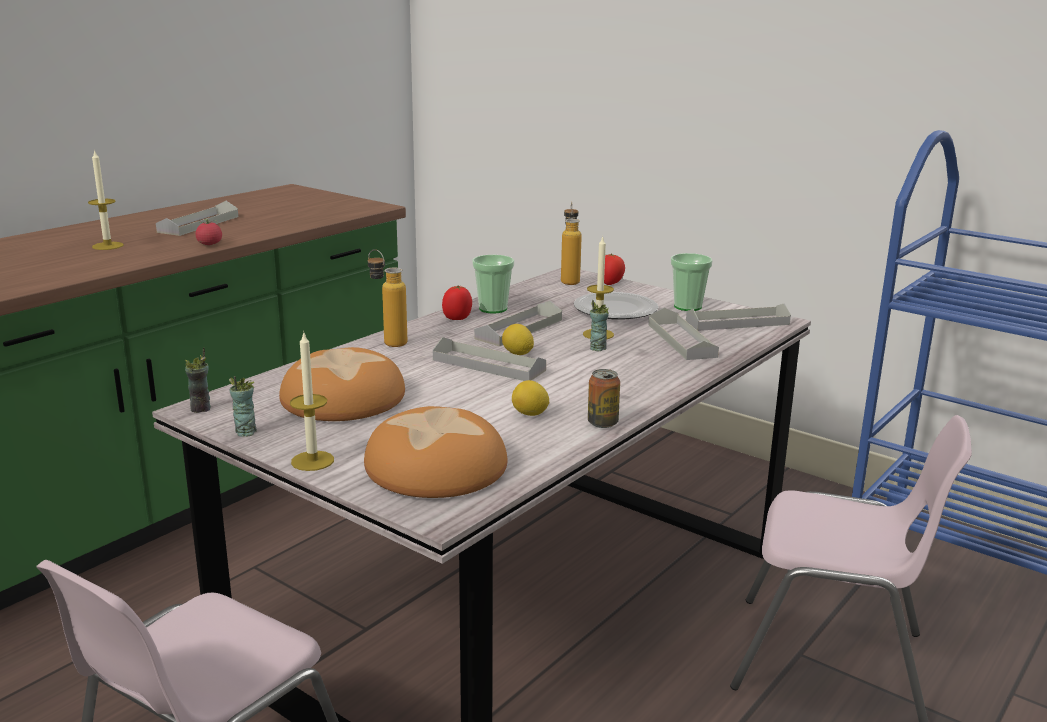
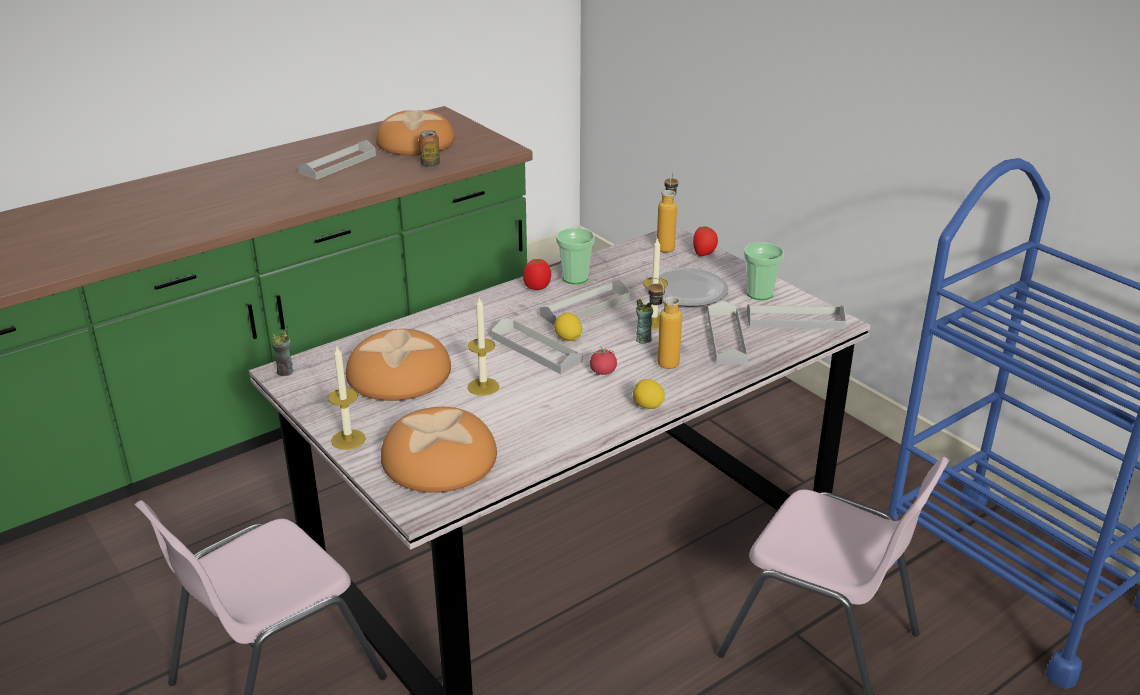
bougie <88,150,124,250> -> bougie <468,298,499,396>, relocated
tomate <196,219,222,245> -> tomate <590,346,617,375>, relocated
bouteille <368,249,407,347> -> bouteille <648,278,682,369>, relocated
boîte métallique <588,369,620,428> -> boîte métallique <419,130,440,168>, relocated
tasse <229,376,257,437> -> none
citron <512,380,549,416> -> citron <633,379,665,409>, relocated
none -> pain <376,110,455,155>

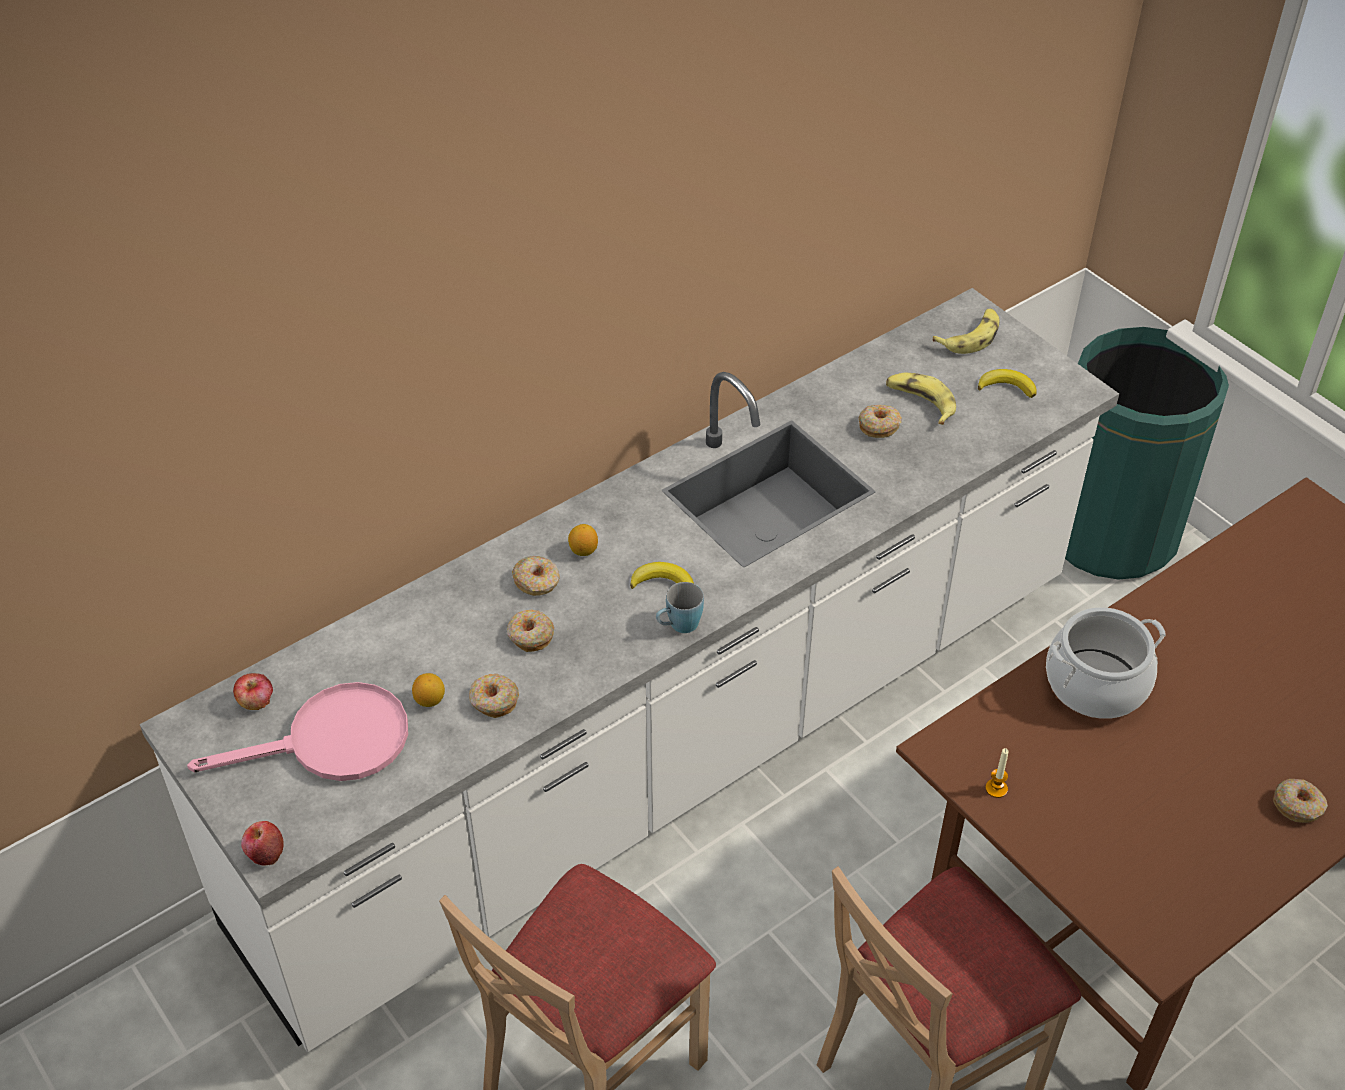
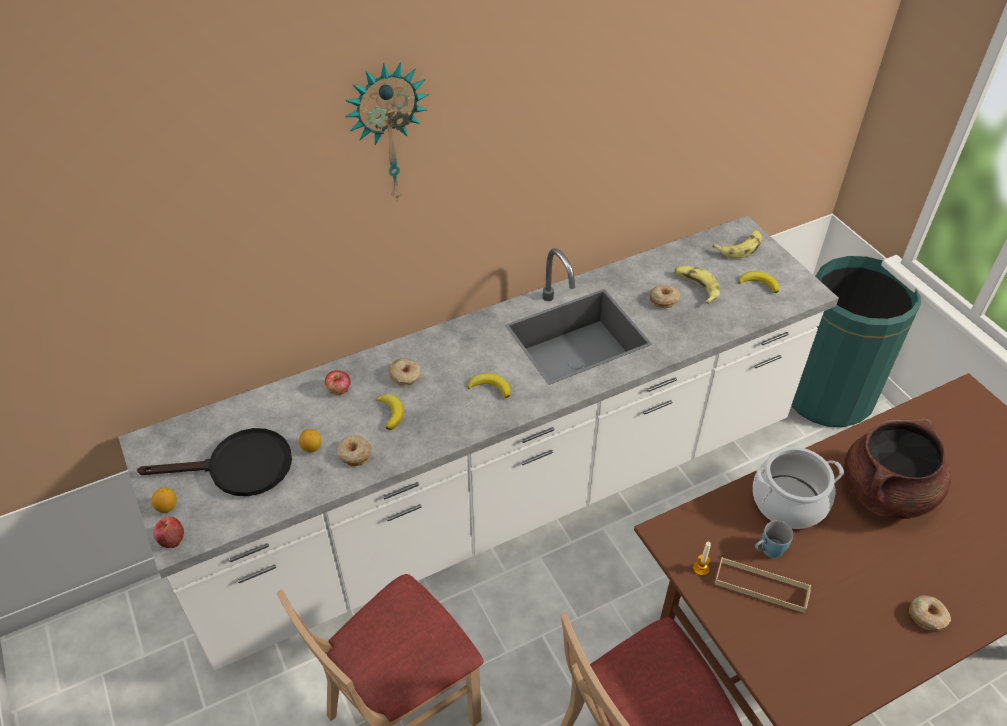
citron <568,524,598,556> -> citron <151,488,177,513>, relocated
mug (bleu) <656,582,704,633> -> mug (bleu) <755,521,793,558>, relocated
beignet <507,610,554,652> -> banane <376,394,404,430>
pomme <233,673,273,710> -> pomme <325,370,351,395>, relocated
poêle (rose) <187,682,408,781> -> poêle (noir) <137,428,292,496>
none -> horloge murale <345,62,429,202>
none -> marmite (marron) <844,418,951,519>
none -> plateau (beige) <715,557,811,613>

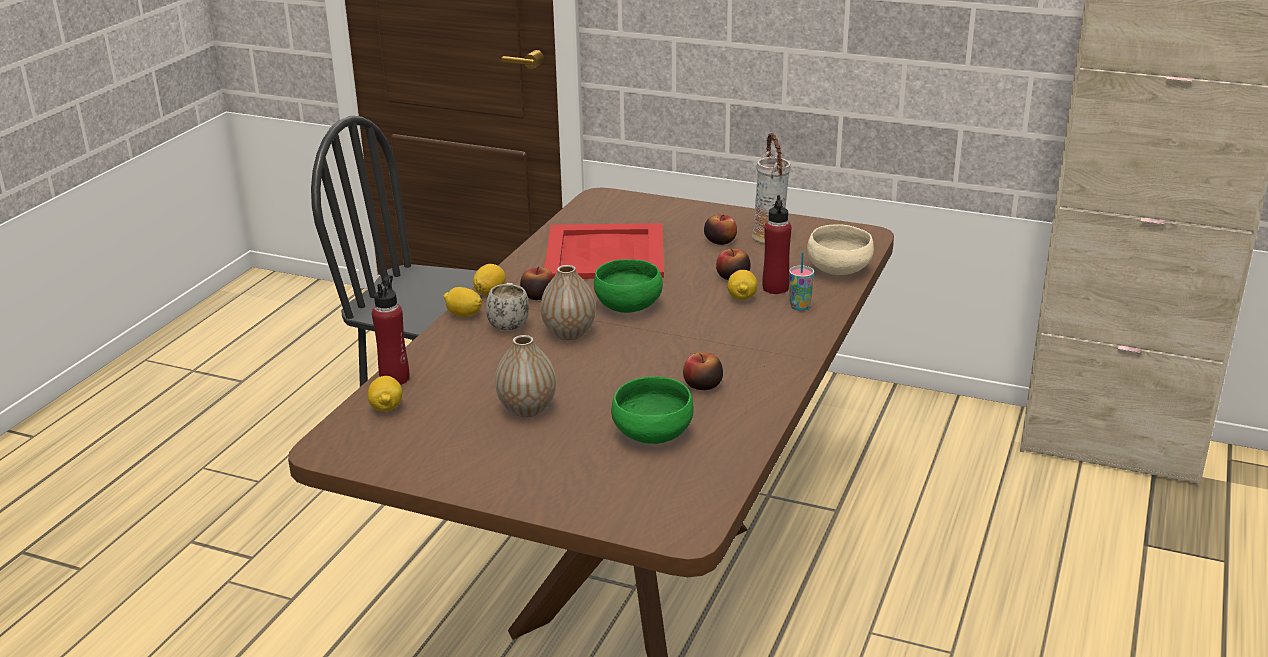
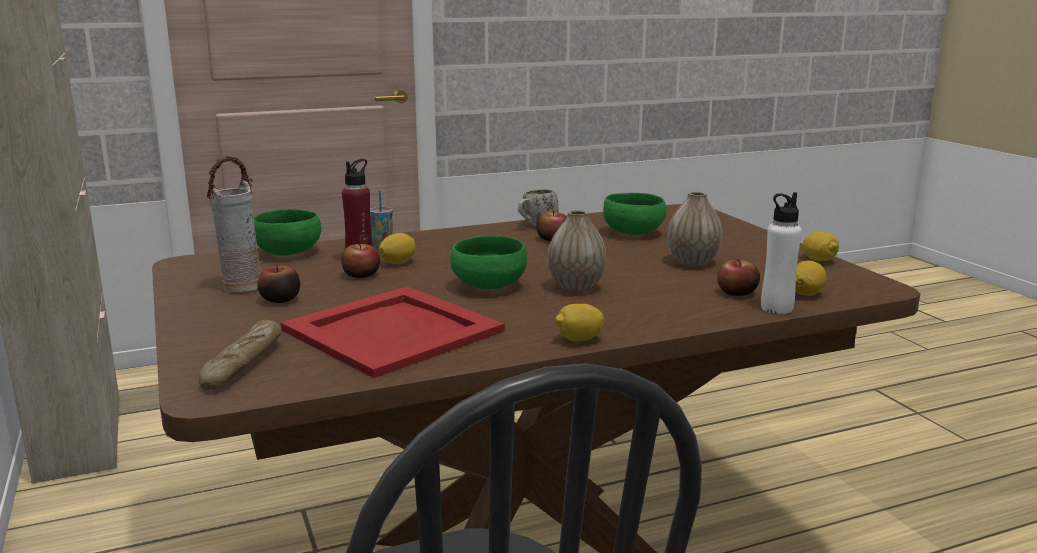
bol (beige) <807,225,874,275> -> bol (vert) <254,209,321,256>
pomme <520,267,554,300> -> pomme <718,259,760,296>, relocated
bouteille (rouge) <372,275,410,385> -> bouteille (blanc) <761,192,802,314>
mug (blanc) <486,283,529,331> -> mug (blanc) <518,189,559,226>, relocated
citron <443,287,482,317> -> citron <802,231,839,261>, relocated
none -> pain <199,320,282,390>

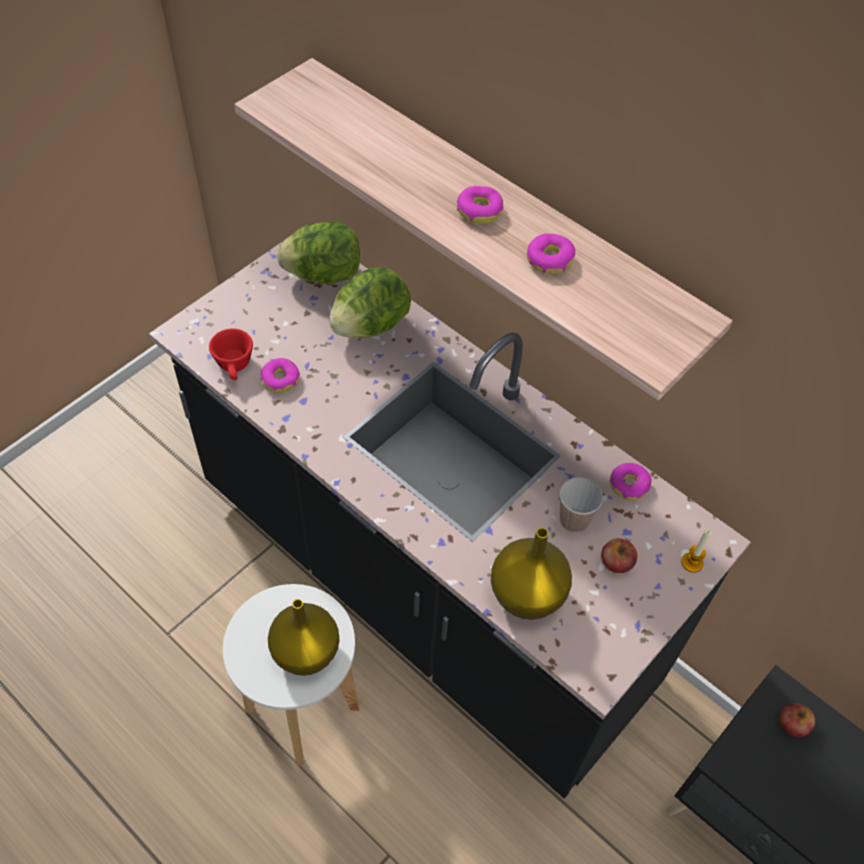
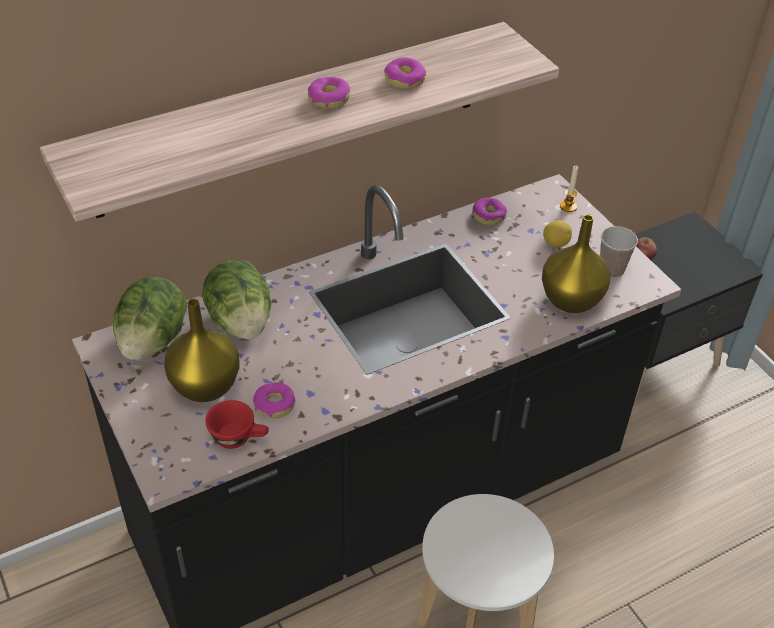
tasse <560,477,603,533> -> tasse <600,226,638,278>, relocated
pomme <601,538,637,573> -> citron <543,220,572,247>
vase (jaune) <268,599,339,676> -> vase (jaune) <164,299,239,402>, relocated

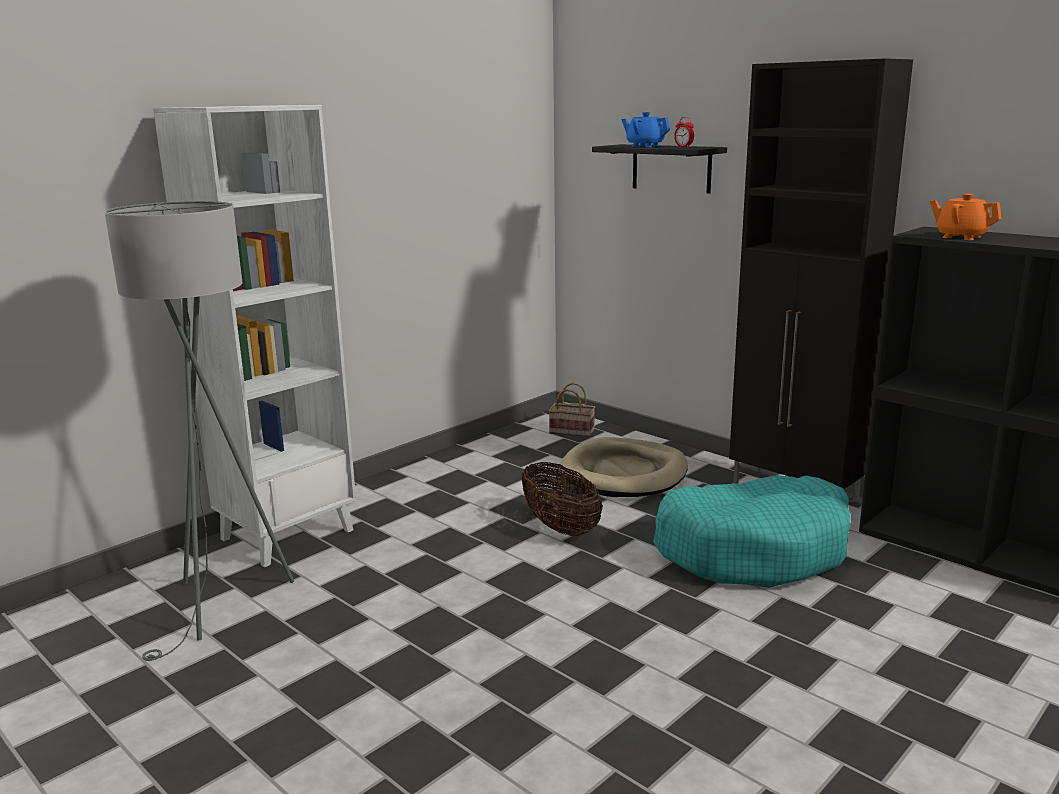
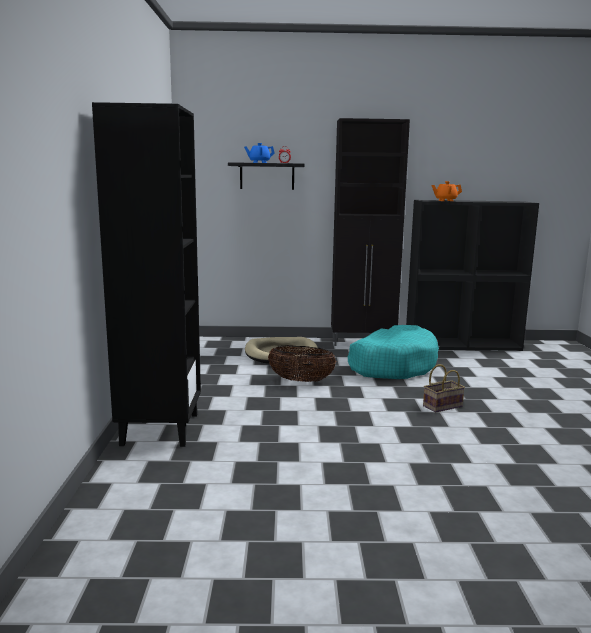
bibliothèque (blanc) <153,105,356,567> -> bibliothèque (noir) <92,102,201,447>
lampadaire (gris) <104,201,294,661> -> none
panier <548,382,595,437> -> panier <423,364,465,413>, relocated

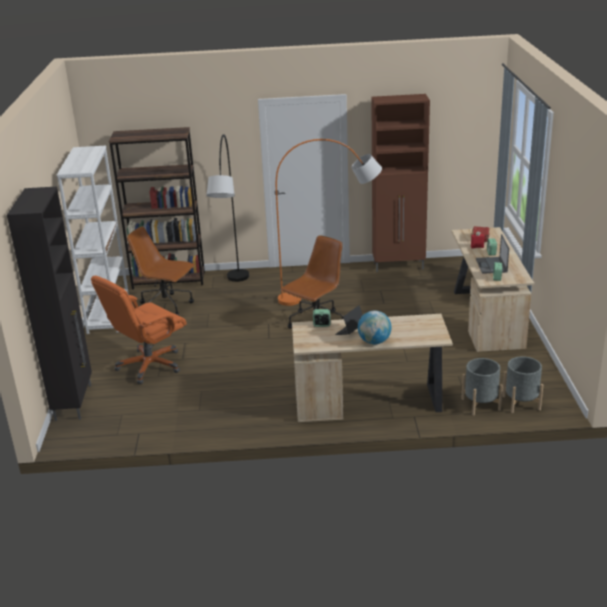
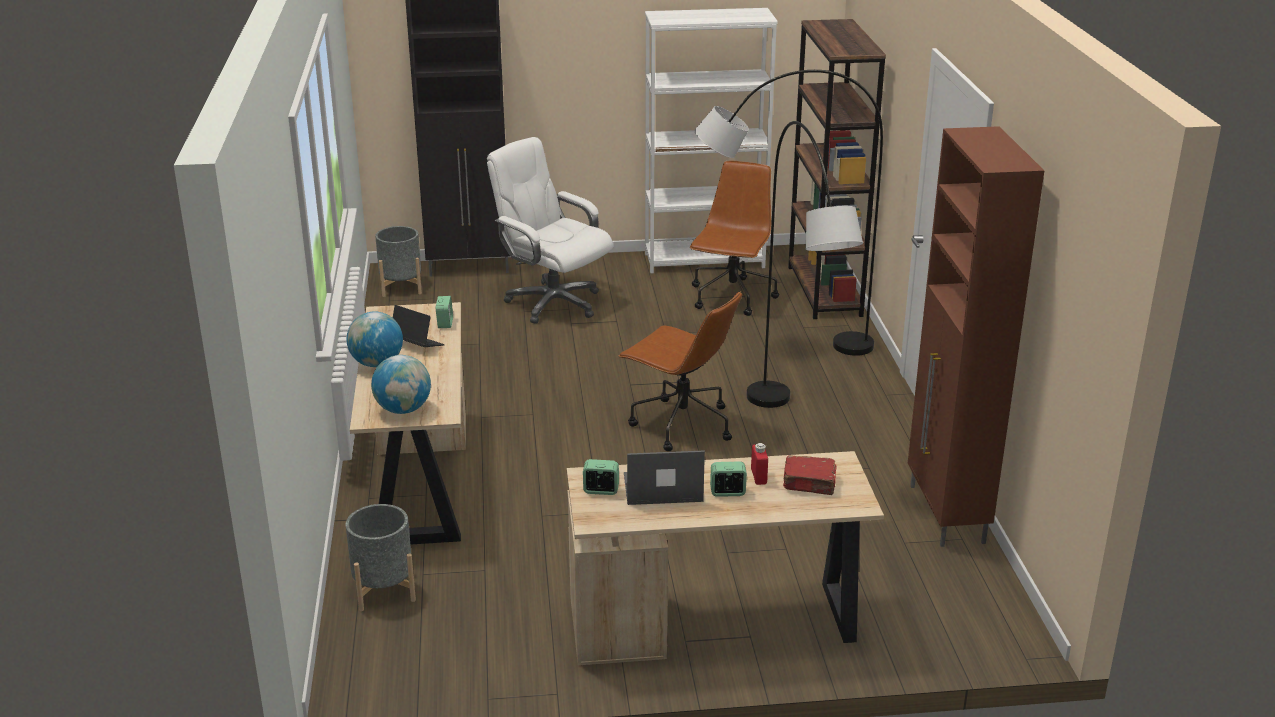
lampadaire (orange) <276,139,382,306> -> lampadaire (gris) <747,121,863,408>
chaise de bureau (orange) <91,276,187,384> -> chaise de bureau (blanc) <487,137,613,324>
cache-pot (gris) <502,356,543,413> -> cache-pot (gris) <375,226,422,297>, relocated
none -> globe <371,355,431,414>

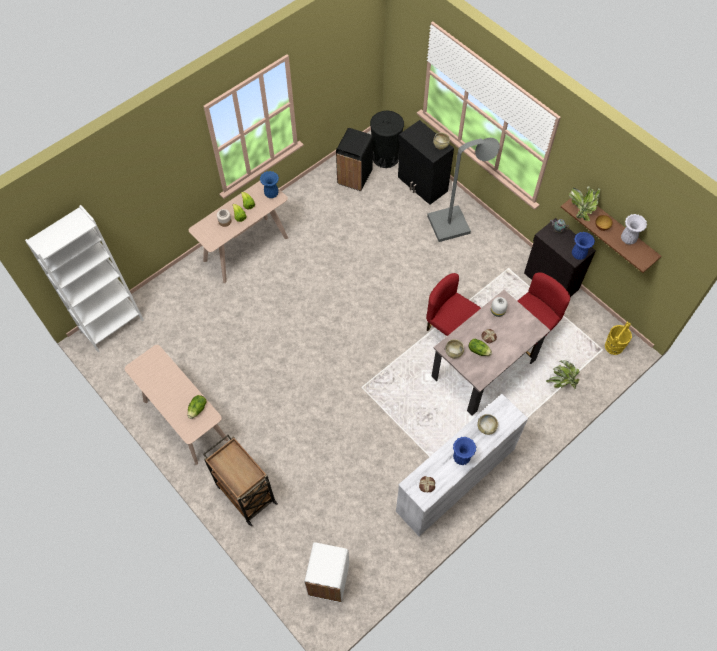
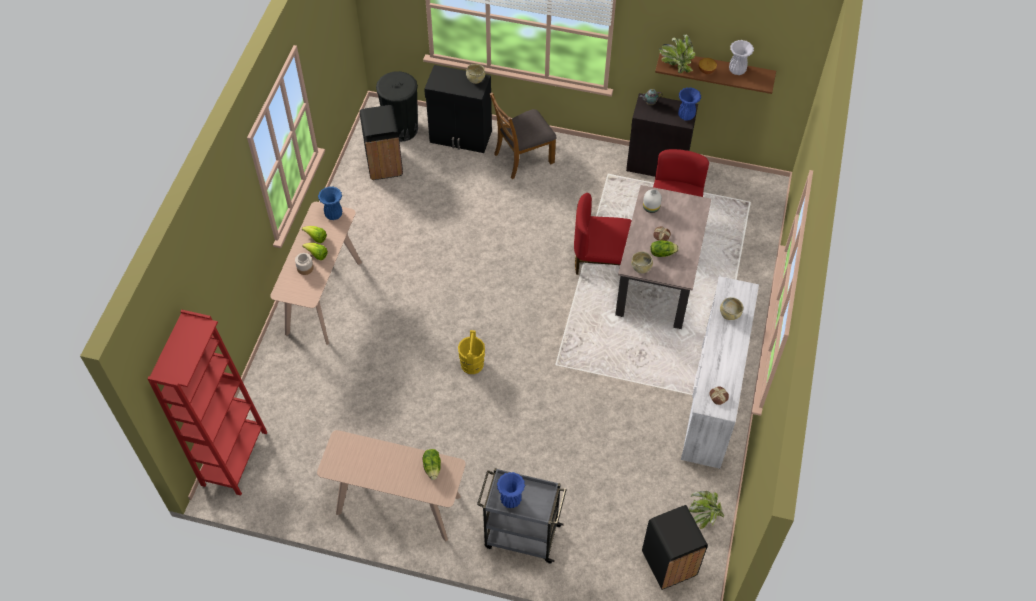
lampadaire (gris) <427,138,500,242> -> chaise (marron) <490,92,557,179>
bibliothèque (blanc) <25,205,144,352> -> bibliothèque (rouge) <148,310,267,496>
seau (jaune) <605,322,632,355> -> seau (jaune) <458,330,485,374>, relocated
plante en pot <546,360,580,389> -> plante en pot <689,491,724,529>, relocated
chariot (marron) <203,435,278,526> -> chariot (gris) <477,468,567,563>
vase (bleu) <453,437,477,465> -> vase (bleu) <497,472,525,508>, relocated
poubelle (blanc) <304,542,349,602> -> poubelle (noir) <642,505,708,590>

